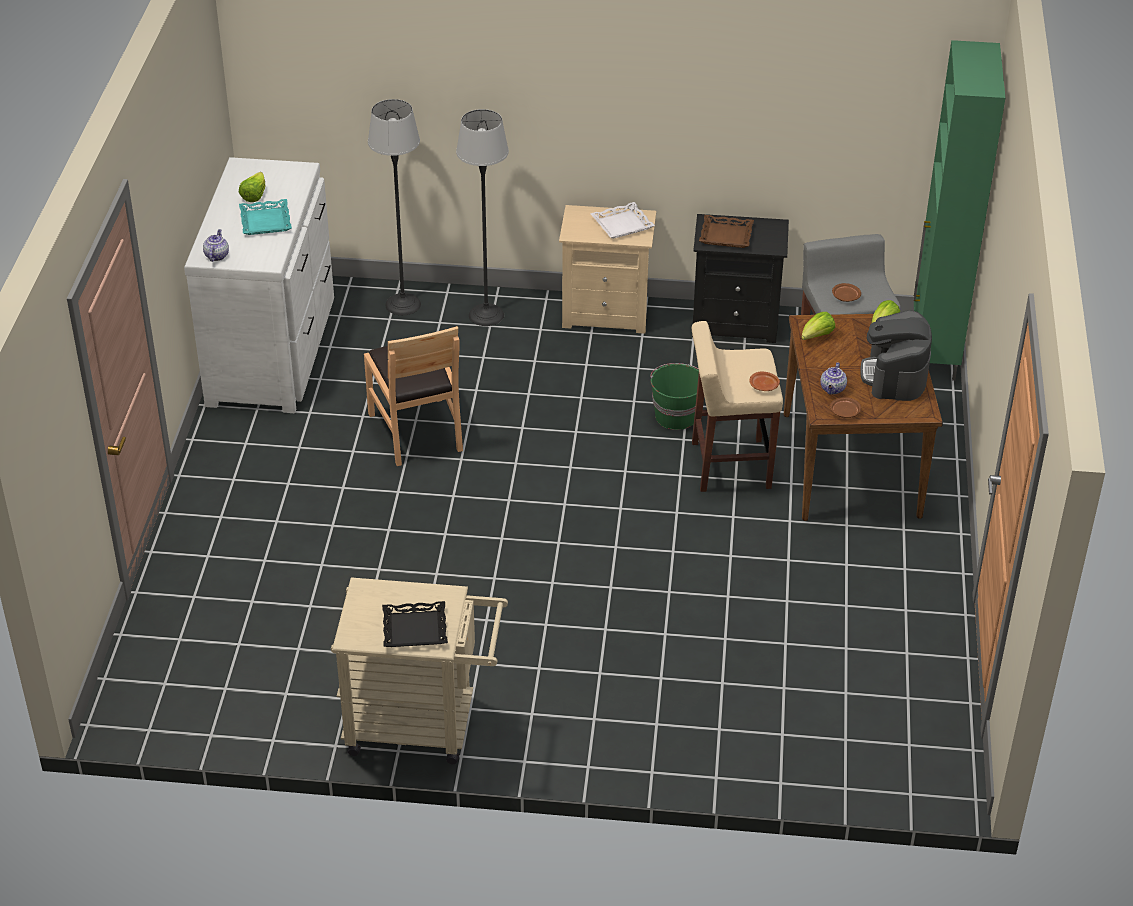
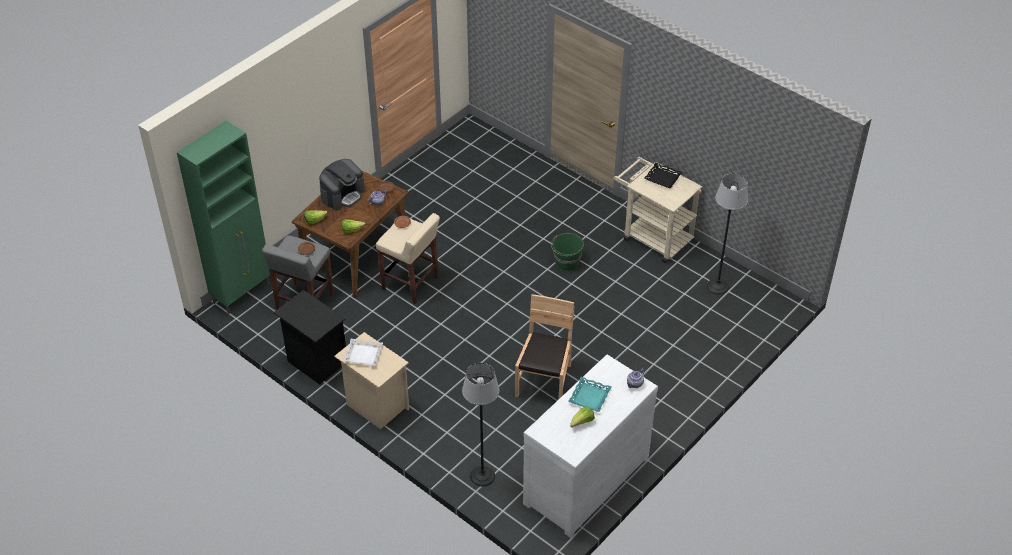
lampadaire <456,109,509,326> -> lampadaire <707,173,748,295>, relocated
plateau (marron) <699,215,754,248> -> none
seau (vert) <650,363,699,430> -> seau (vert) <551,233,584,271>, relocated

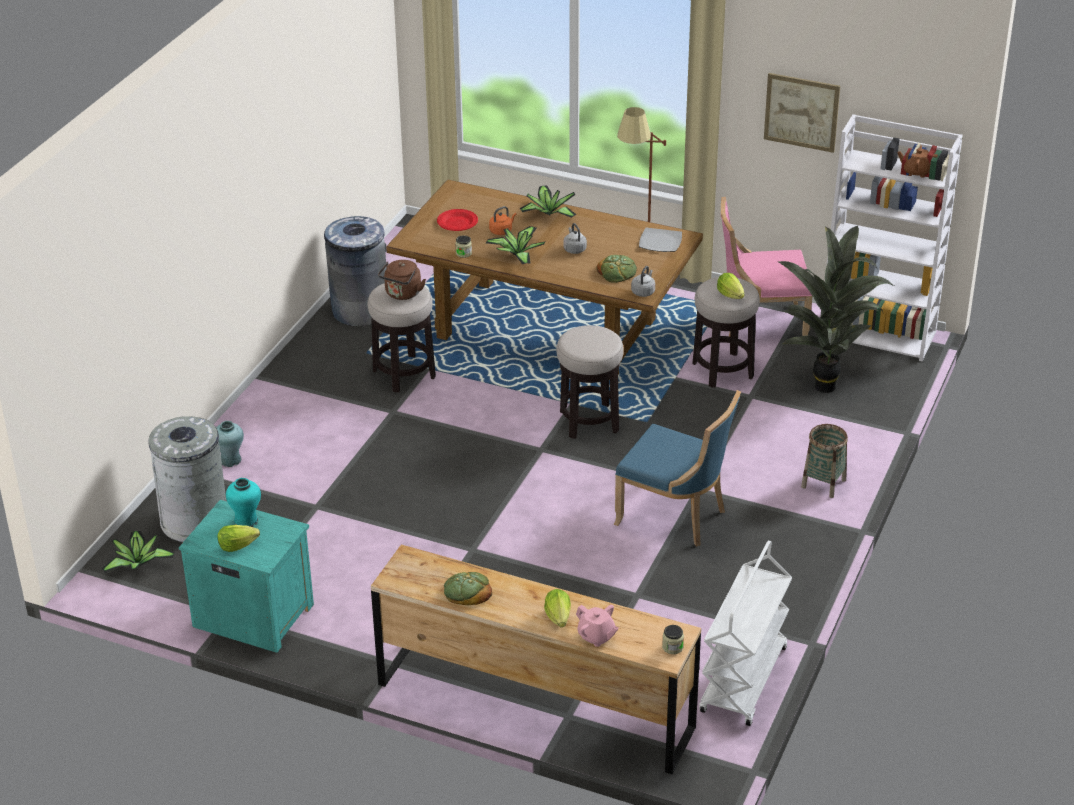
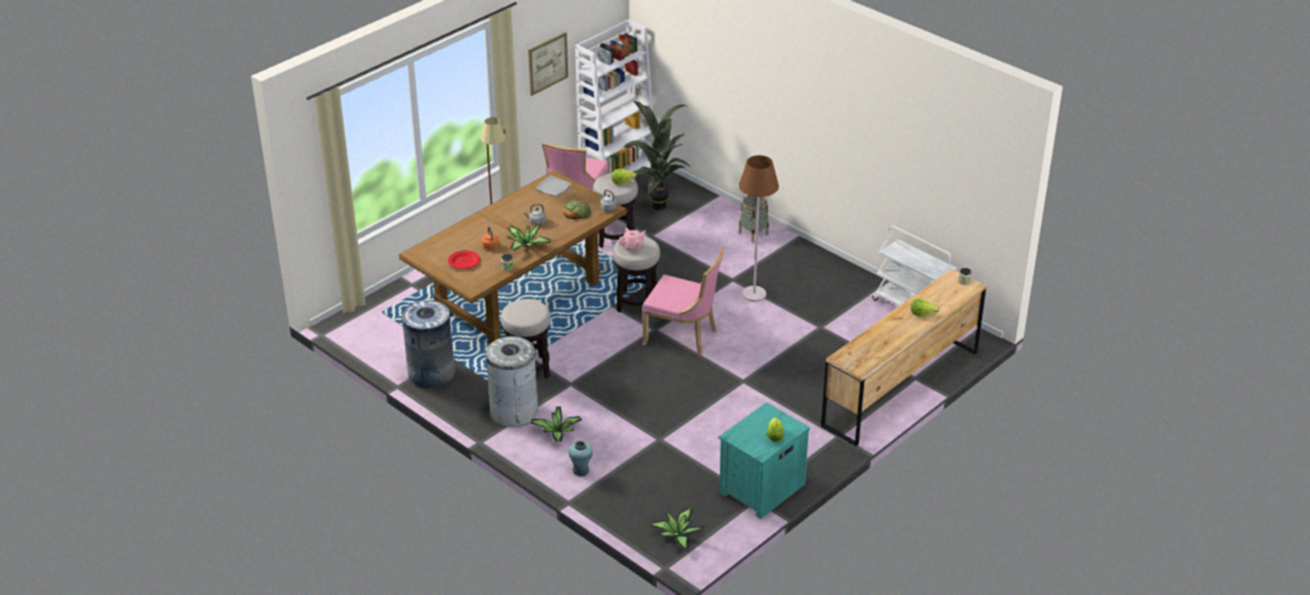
plante en pot <519,186,577,218> -> plante en pot <531,406,582,442>, relocated
bouilloire (marron) <378,260,426,300> -> none
chaise (bleu) <614,390,741,547> -> lampadaire (marron) <739,155,779,302>
poubelle (gris) <148,416,226,542> -> poubelle (gris) <486,336,539,427>, relocated
vase (turquoise) <226,478,261,527> -> none
pain <444,572,492,605> -> none
théière (rose) <576,605,619,647> -> théière (rose) <618,228,646,252>, relocated
none -> chaise (rose) <642,247,724,355>

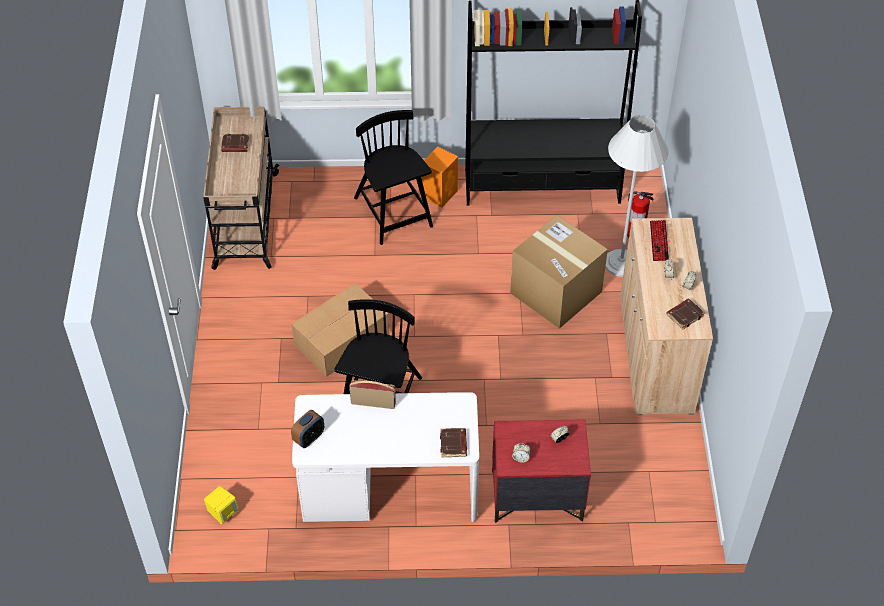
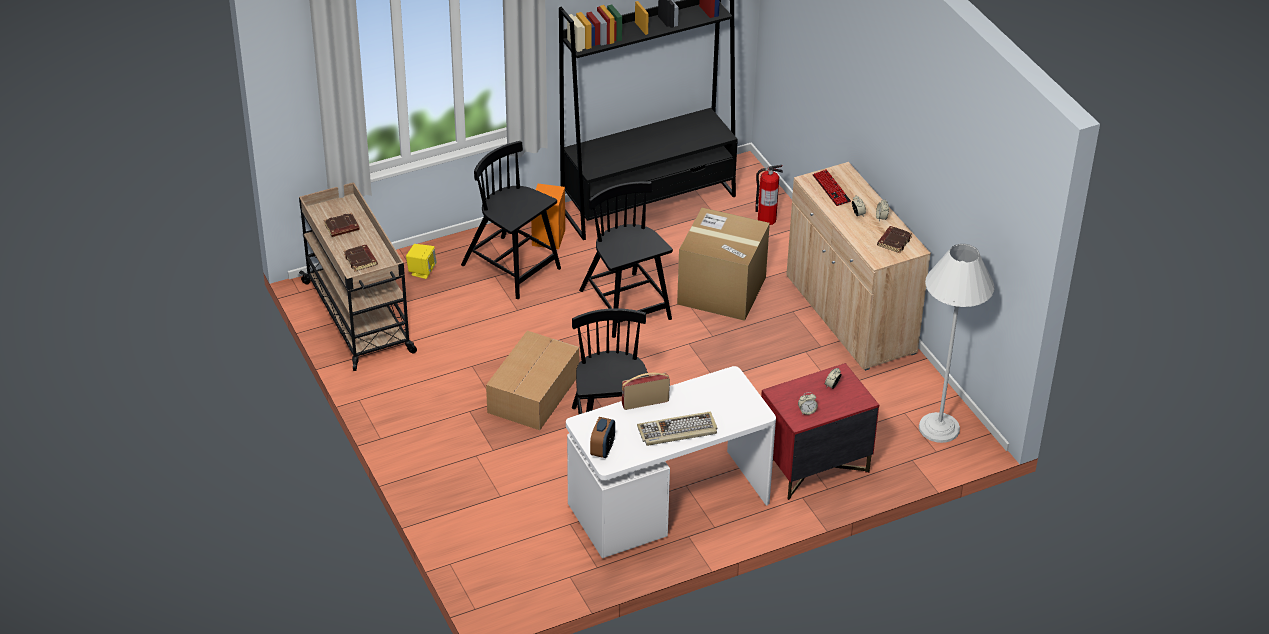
lampadaire (blanc) <605,115,669,277> -> lampadaire (blanc) <919,244,995,443>, relocated
livre (marron) <440,428,467,457> -> livre (marron) <344,245,378,271>, relocated
enceinte (jaune) <204,486,239,524> -> enceinte (jaune) <406,244,437,279>, relocated
none -> chaise (noir) <579,181,673,338>
none -> clavier <637,412,718,446>

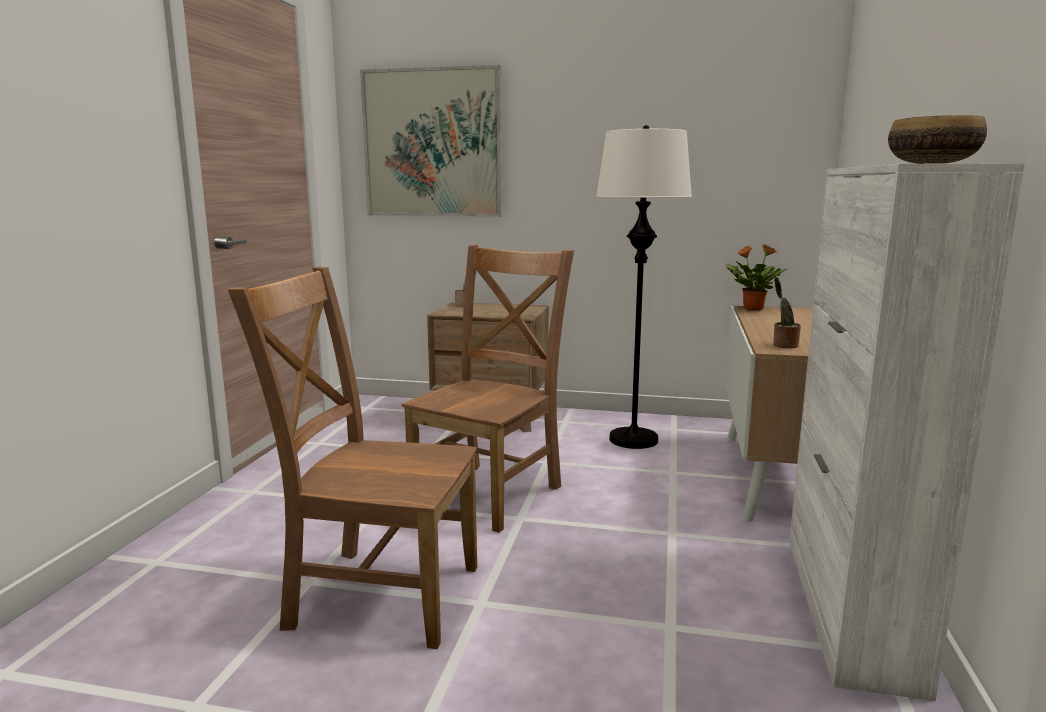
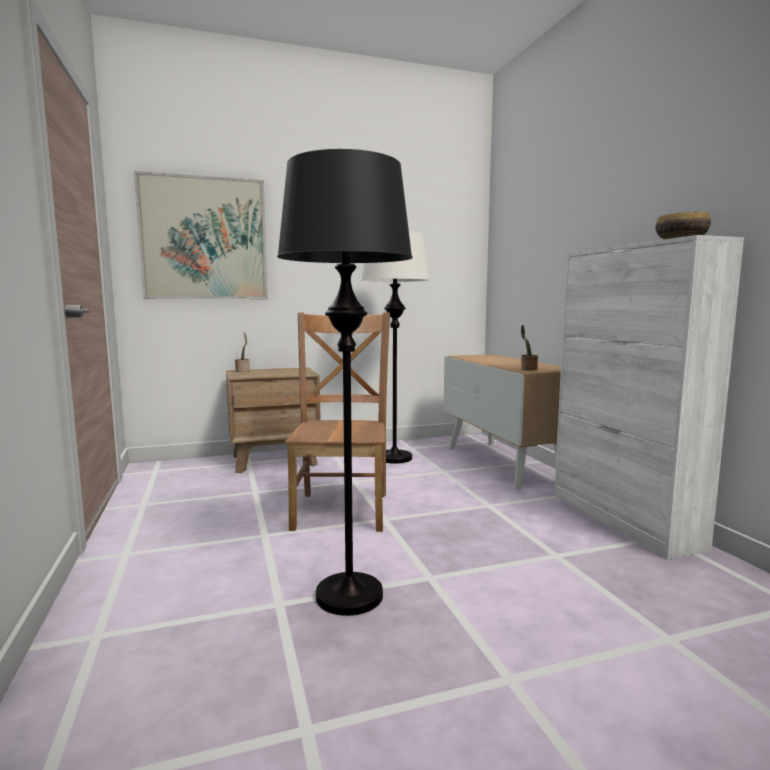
plante en pot <726,245,787,310> -> none
chaise (marron) <228,267,477,649> -> lampadaire (noir) <277,149,413,616>

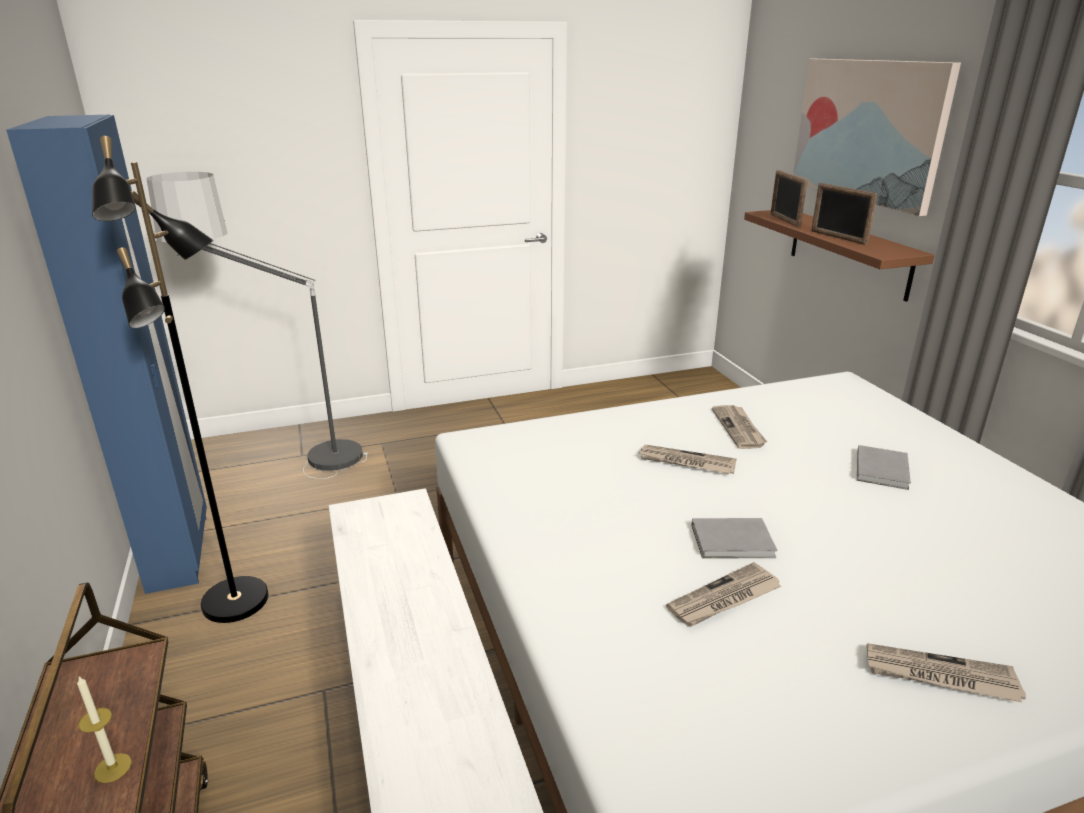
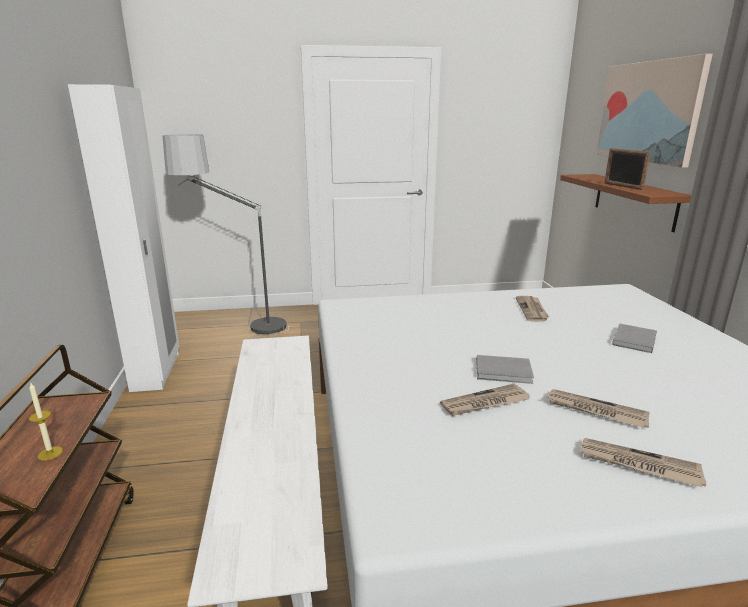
armoire (bleu) <6,115,207,594> -> armoire (blanc) <68,84,179,392>
lampadaire (noir) <92,136,268,623> -> none
cadre photo <770,170,808,228> -> none
journal <639,445,736,474> -> journal <547,389,650,428>, relocated

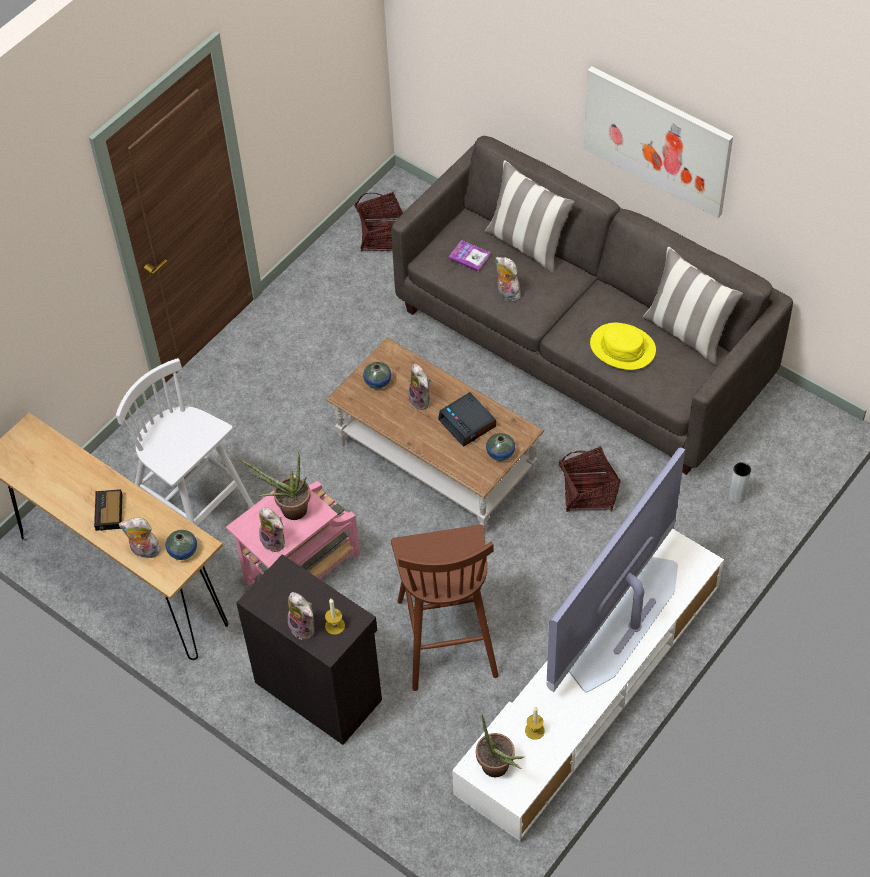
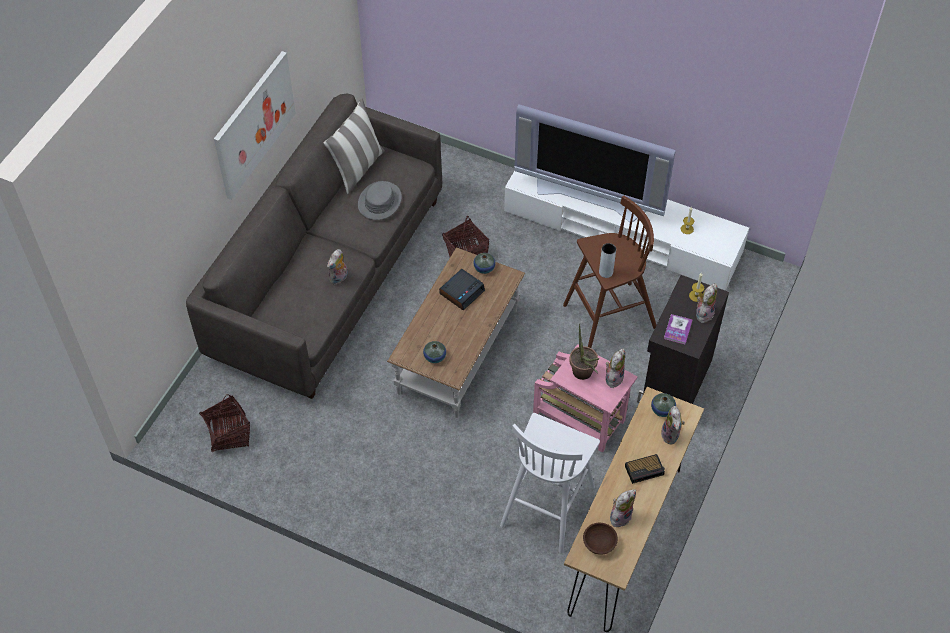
coussin <485,160,575,274> -> none
livre <448,240,490,272> -> livre <664,314,692,345>, relocated
chapeau (jaune) <590,323,656,370> -> chapeau (gris) <358,181,402,220>
peluche <408,364,431,410> -> peluche <610,489,636,527>, relocated
vase (gris) <729,462,751,503> -> vase (gris) <599,243,616,278>, relocated
plante en pot <476,714,524,777> -> none
none -> bol (marron) <583,523,618,555>

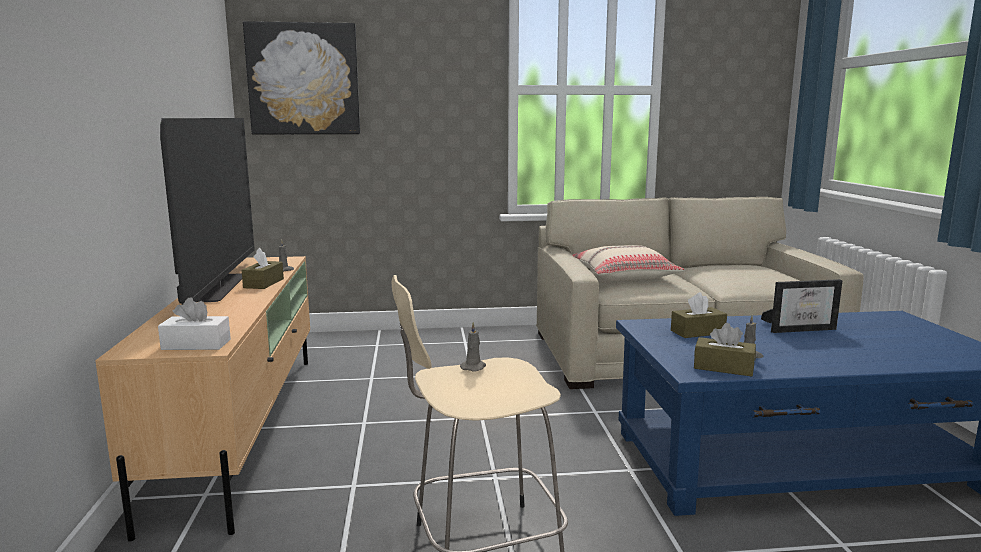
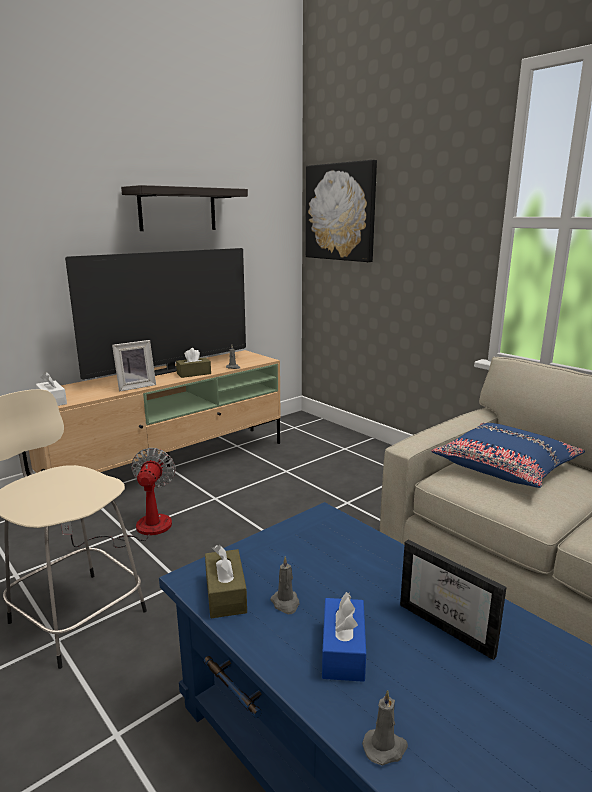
coussin (beige) <572,245,684,281> -> coussin (bleu) <431,423,585,488>
boîte à mouchoirs (marron) <671,292,727,338> -> none
bougie (gris) <460,322,486,372> -> bougie (gris) <362,690,408,766>, relocated
none -> étagère <121,185,248,231>
none -> cadre photo <112,340,156,391>
none -> ventilateur <61,448,176,548>
none -> boîte à mouchoirs (bleu) <322,592,366,682>

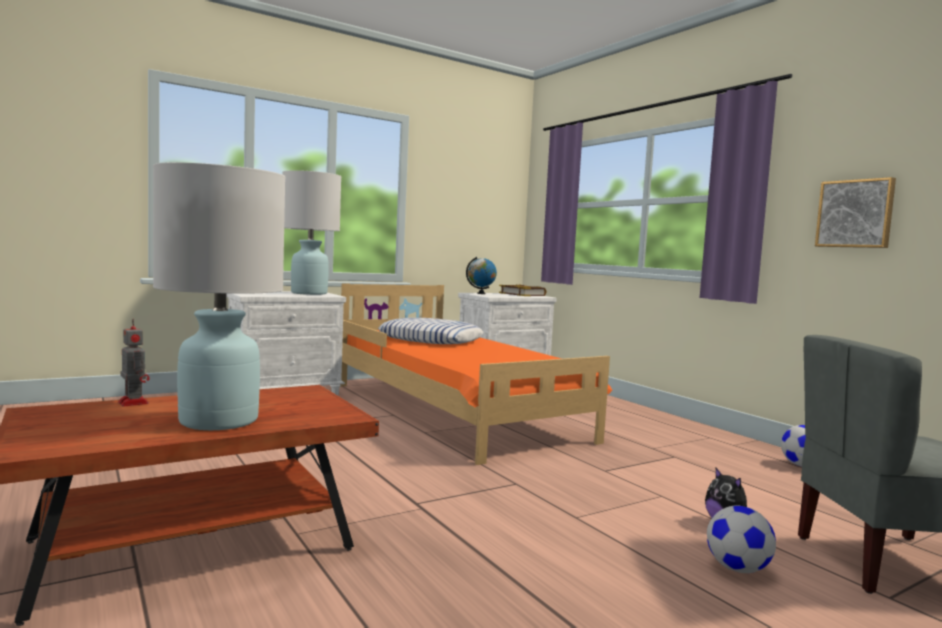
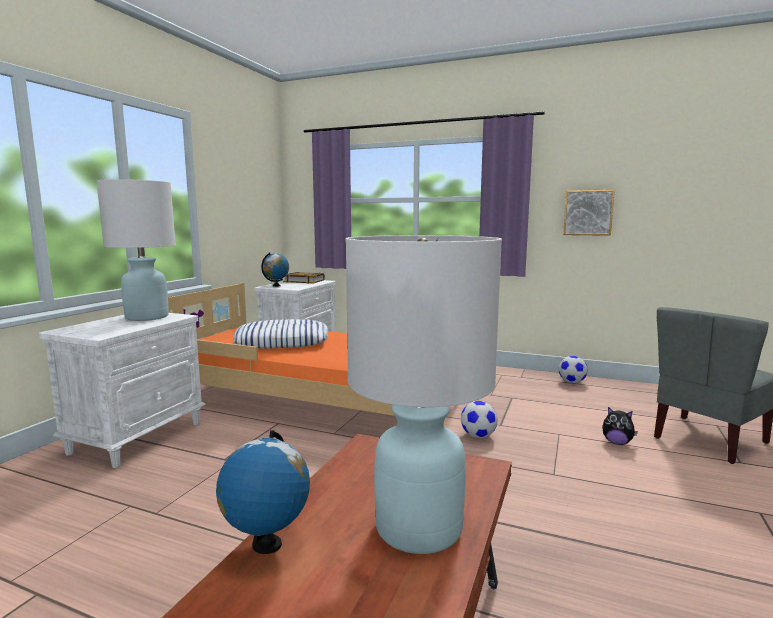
robot jouet <118,319,149,407> -> globe <216,430,310,554>
ballon de foot <707,505,776,573> -> ballon de foot <461,401,498,438>, relocated

